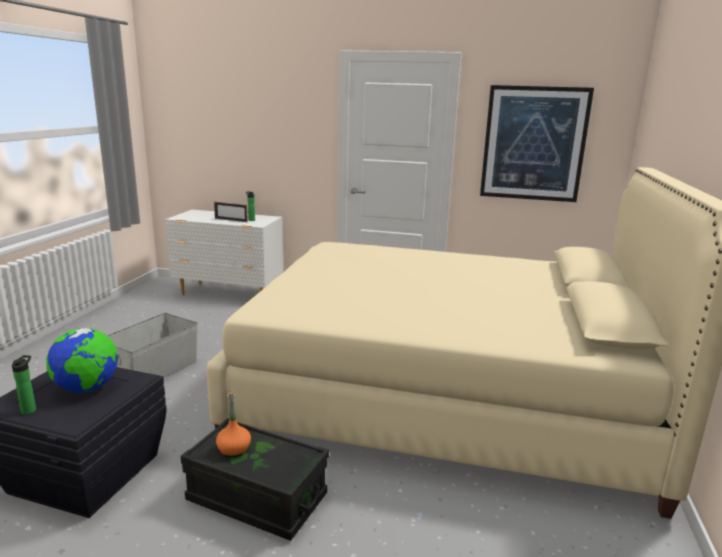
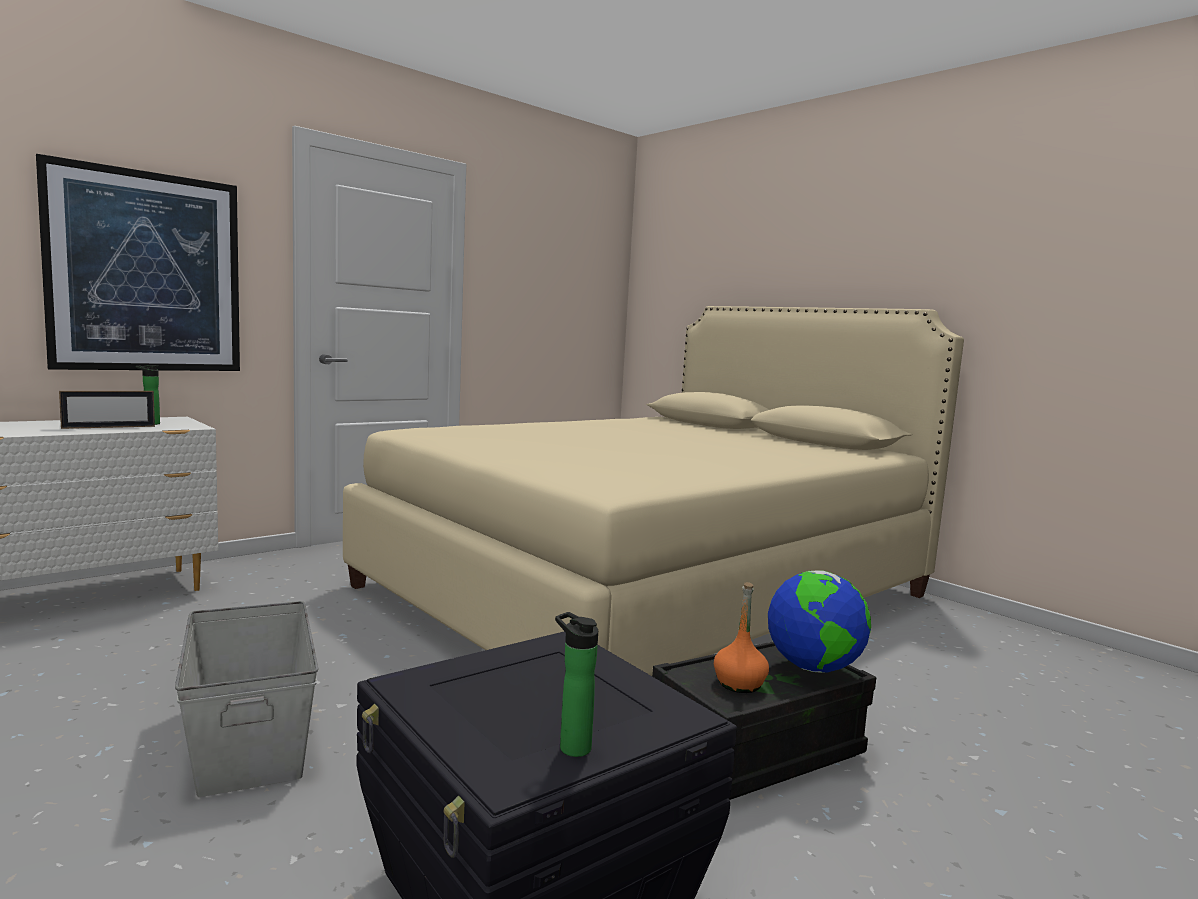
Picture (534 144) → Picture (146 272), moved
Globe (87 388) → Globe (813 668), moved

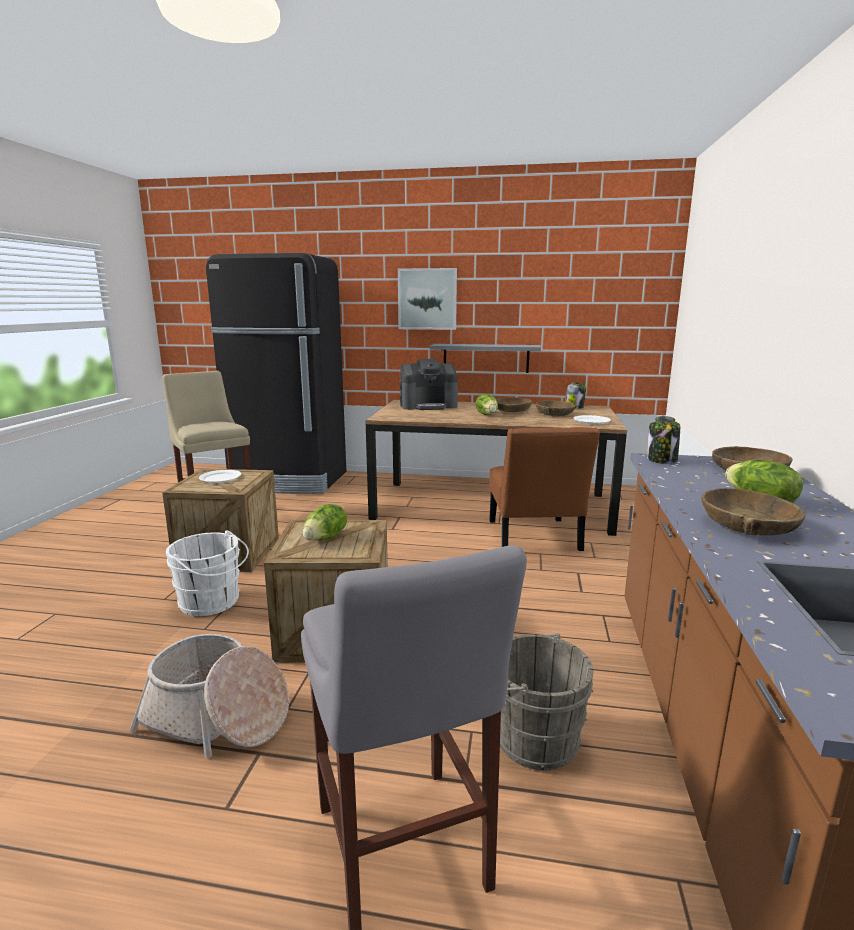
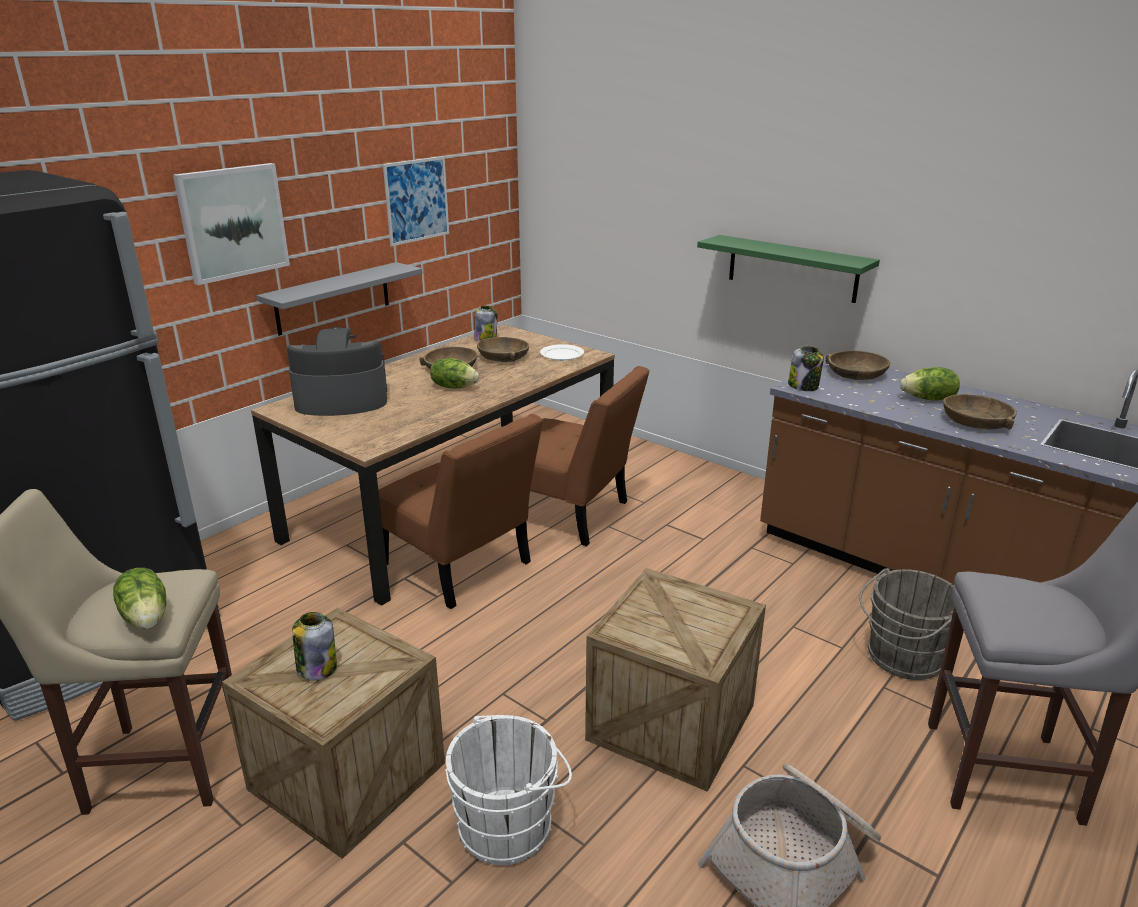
Lettuce (326 537) → Lettuce (147 617), moved
CoffeeMachine (428 405) → CoffeeMachine (341 400), 120 degrees counterclockwise
WhitePlate (220 478) → Jar (316 667)
- → BrownChair (460 568)
- → Picture (417 200)
- → GreenShelf (792 268)

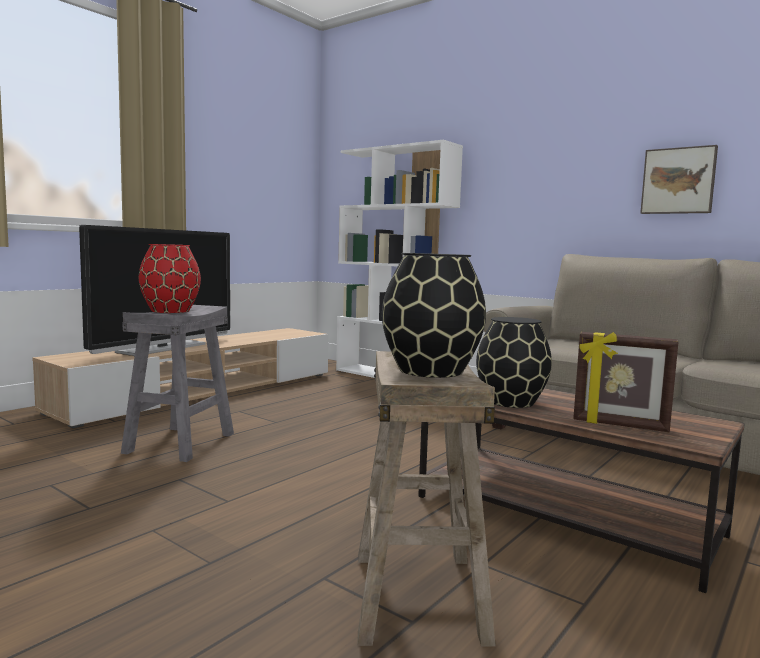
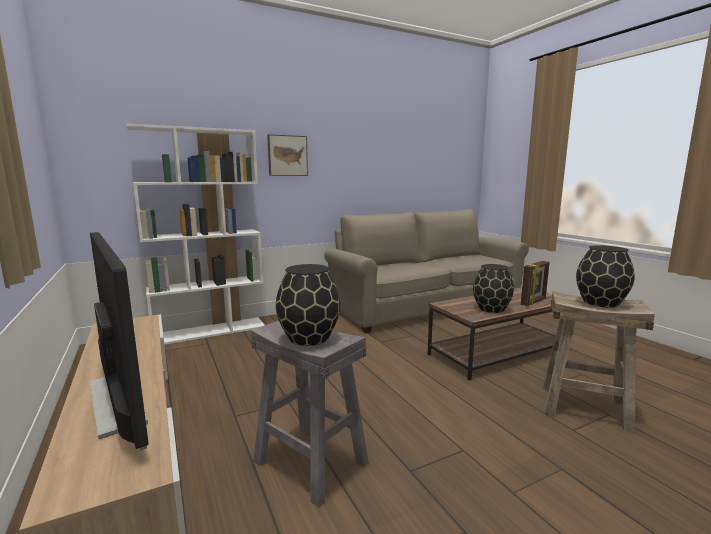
Picture (678 181) → Picture (287 156), moved
RedVase (170 311) → BlackVase (308 338)

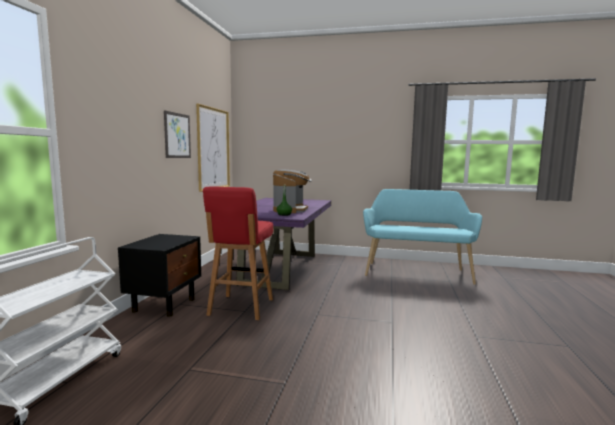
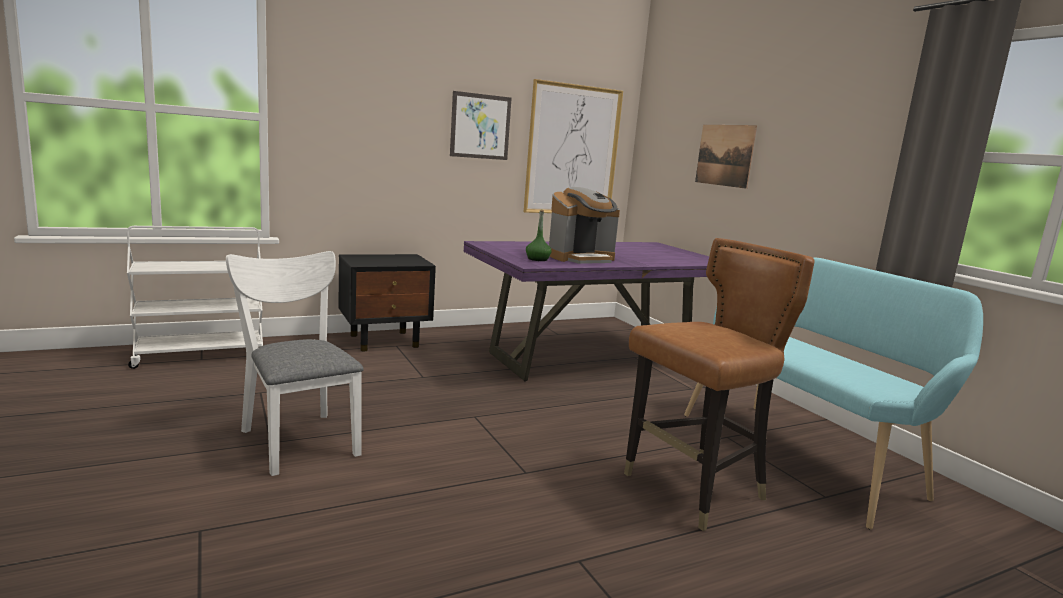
- → WhiteChair (297 438)
- → BrownChair (695 490)
- → Picture (724 155)
RedStool (240 307) → -

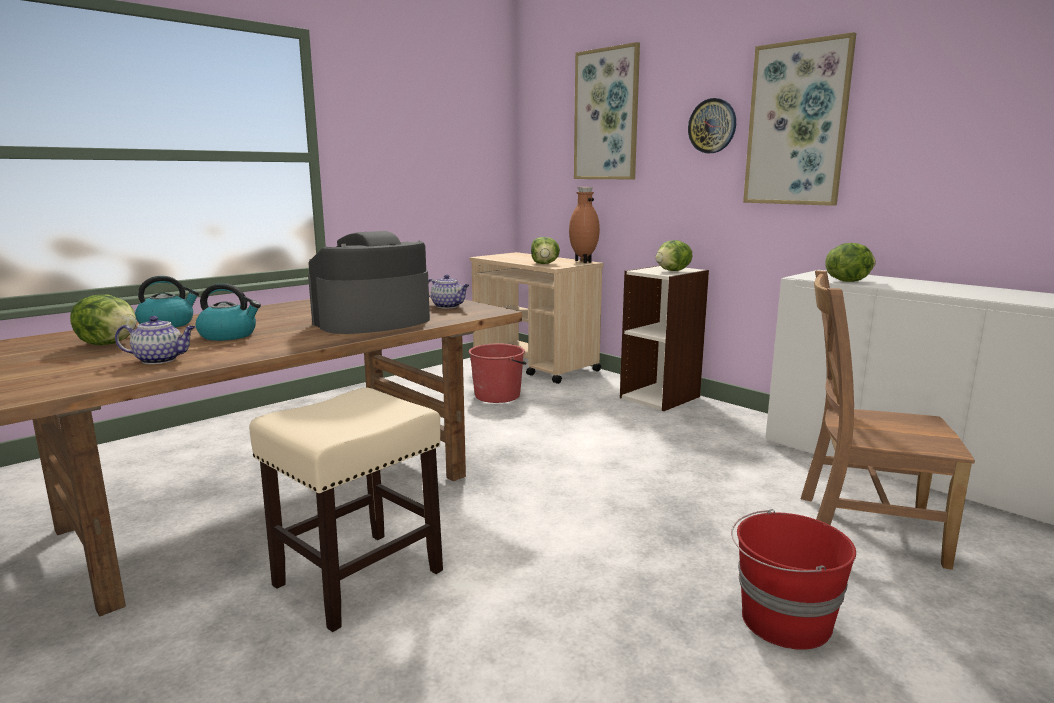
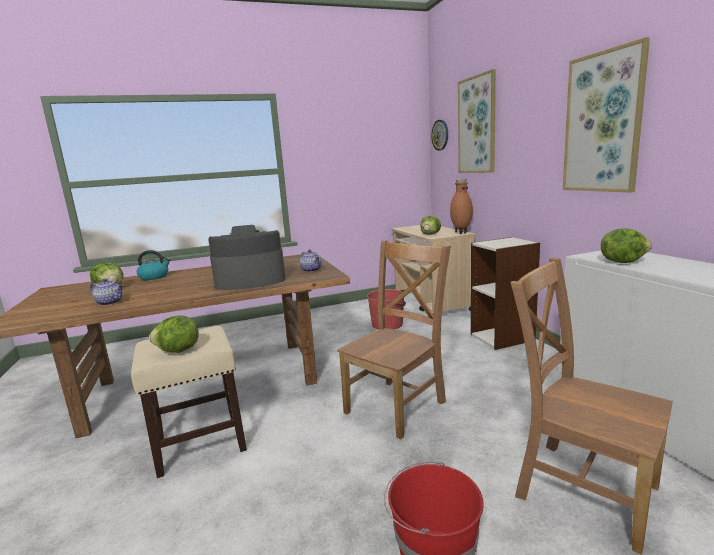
Lettuce (673 271) → Lettuce (178 351), moved
- → BrownChair (398 405)
WallClock (712 126) → WallClock (440 135), moved
Kettle (229 335) → -

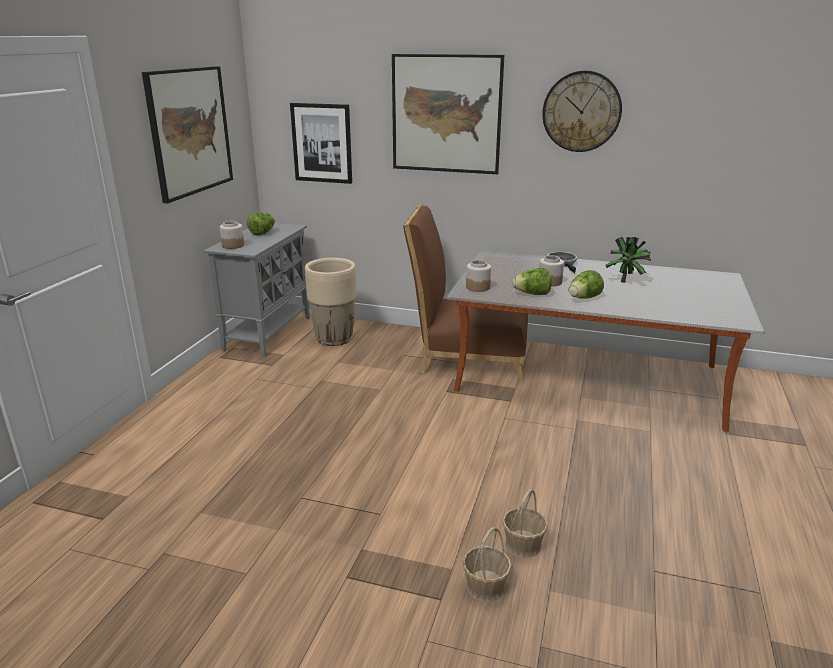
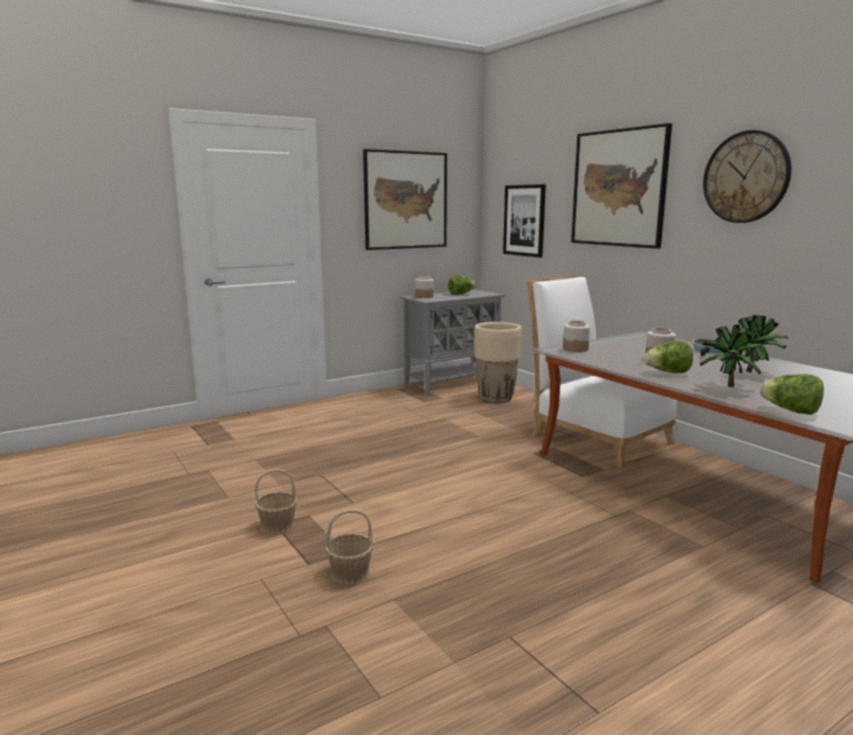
Basket (523 544) → Basket (278 525), moved
BrownChair (467 356) → WhiteChair (594 437)
- → PottedPlant (728 387)
Lettuce (532 294) → Lettuce (791 411), moved

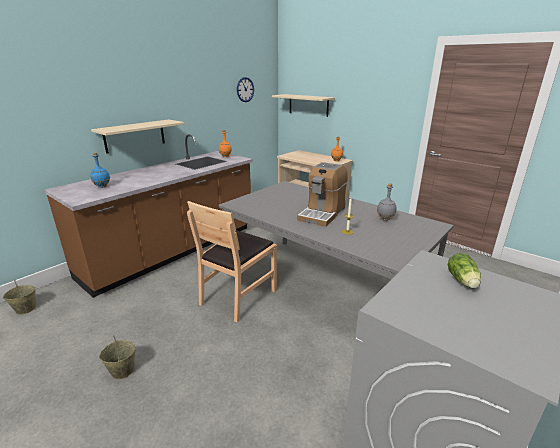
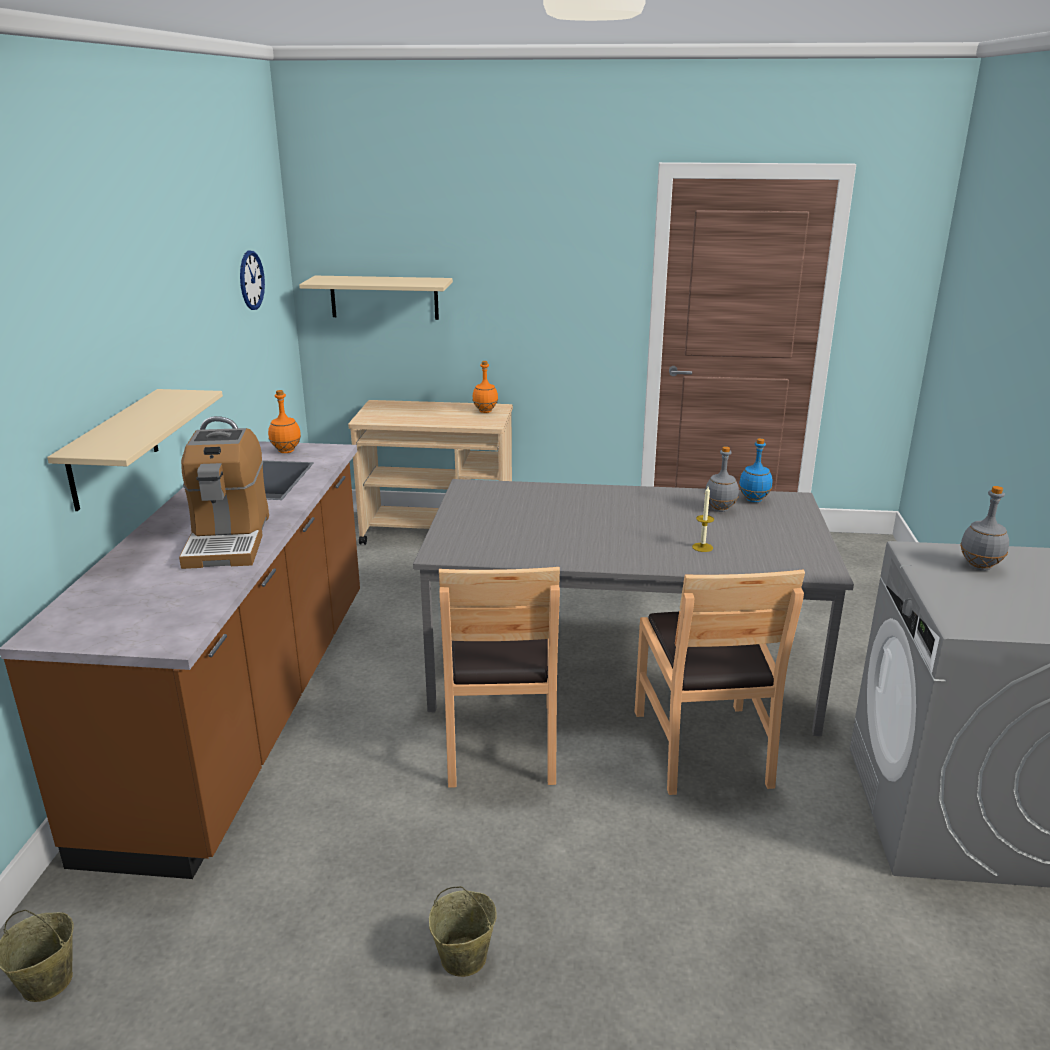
CoffeeMachine (322 213) → CoffeeMachine (228 540), moved
- → BrownChair (703 747)
BlueBottle (102 186) → BlueBottle (753 500), moved
Lettuce (463 281) → GreyBottle (979 566)

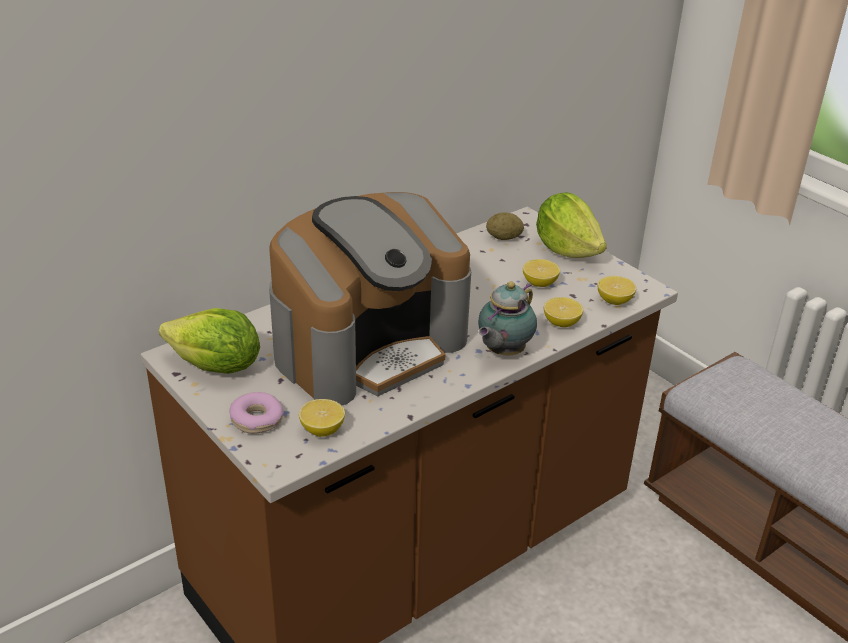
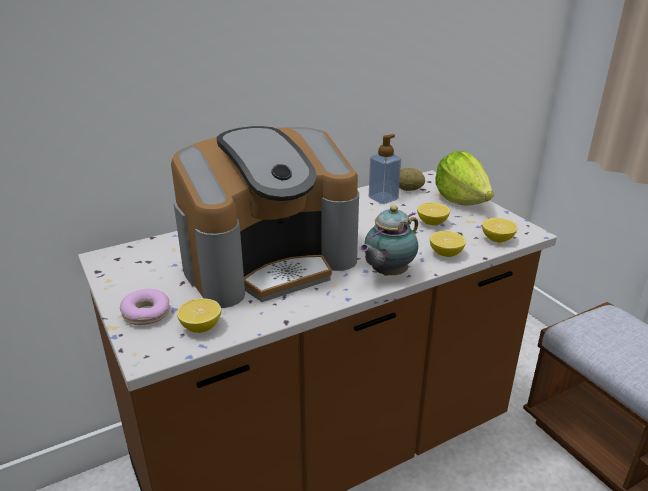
- → SoapDispenser (383 198)
Lettuce (216 367) → -

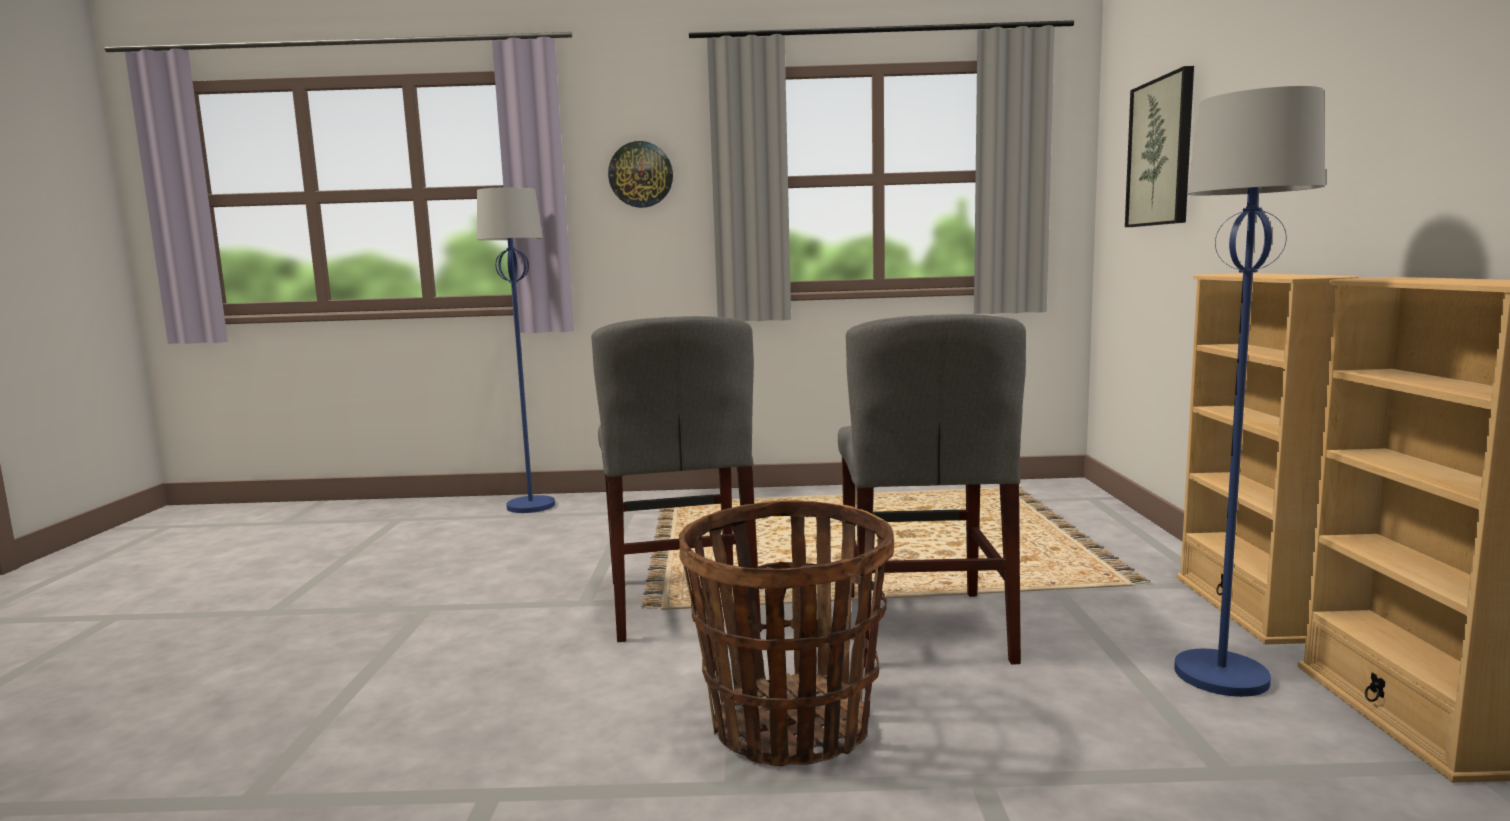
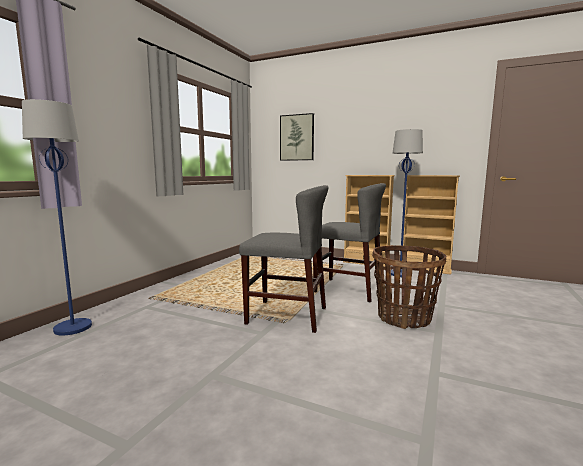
WallClock (641 174) → -

